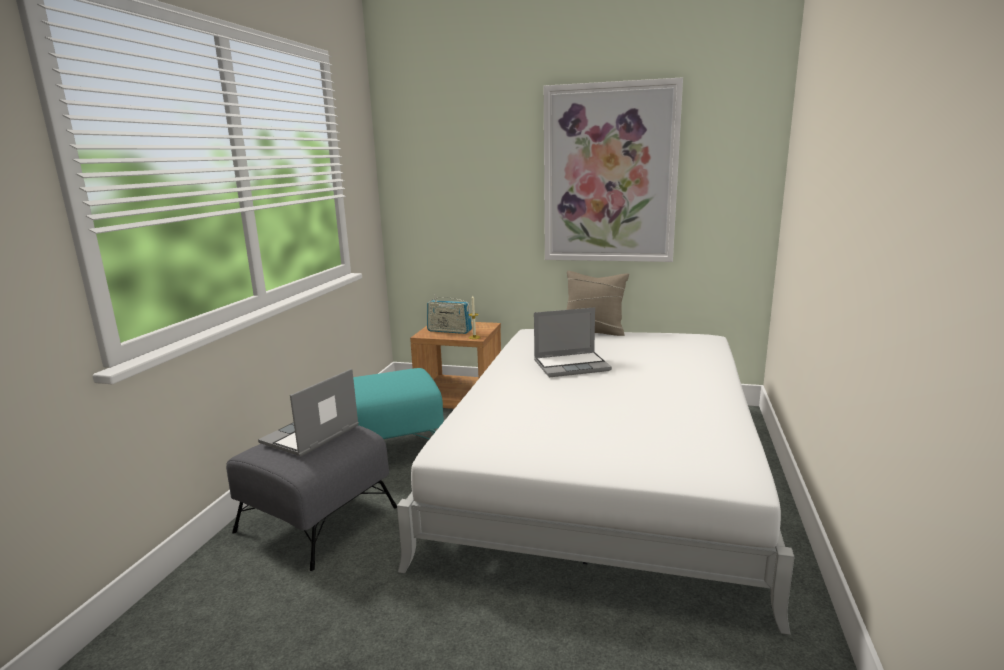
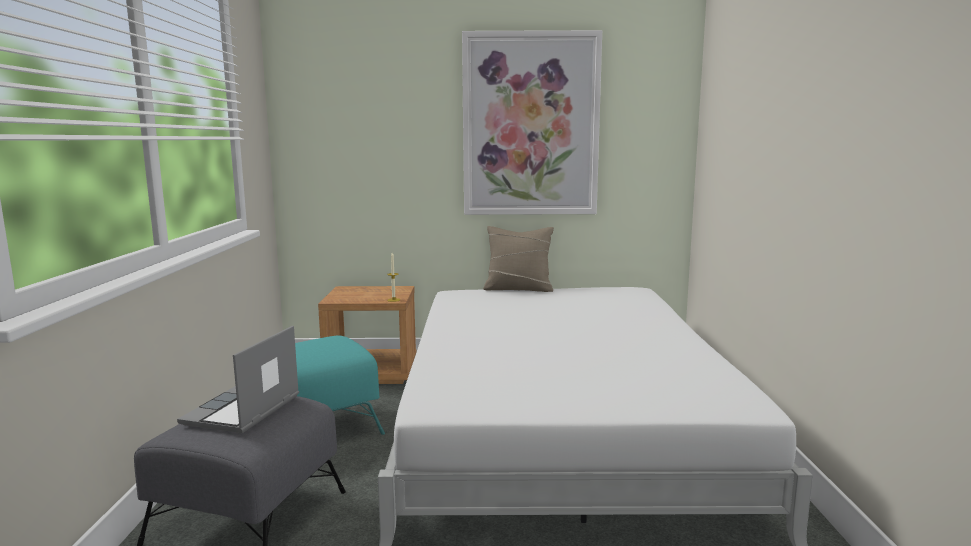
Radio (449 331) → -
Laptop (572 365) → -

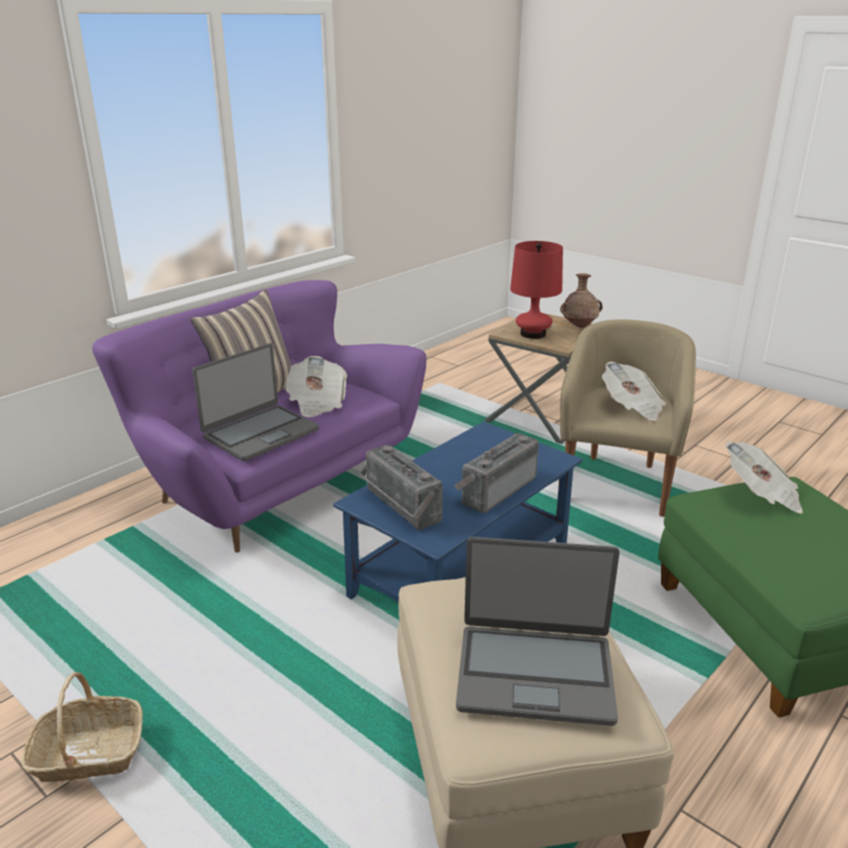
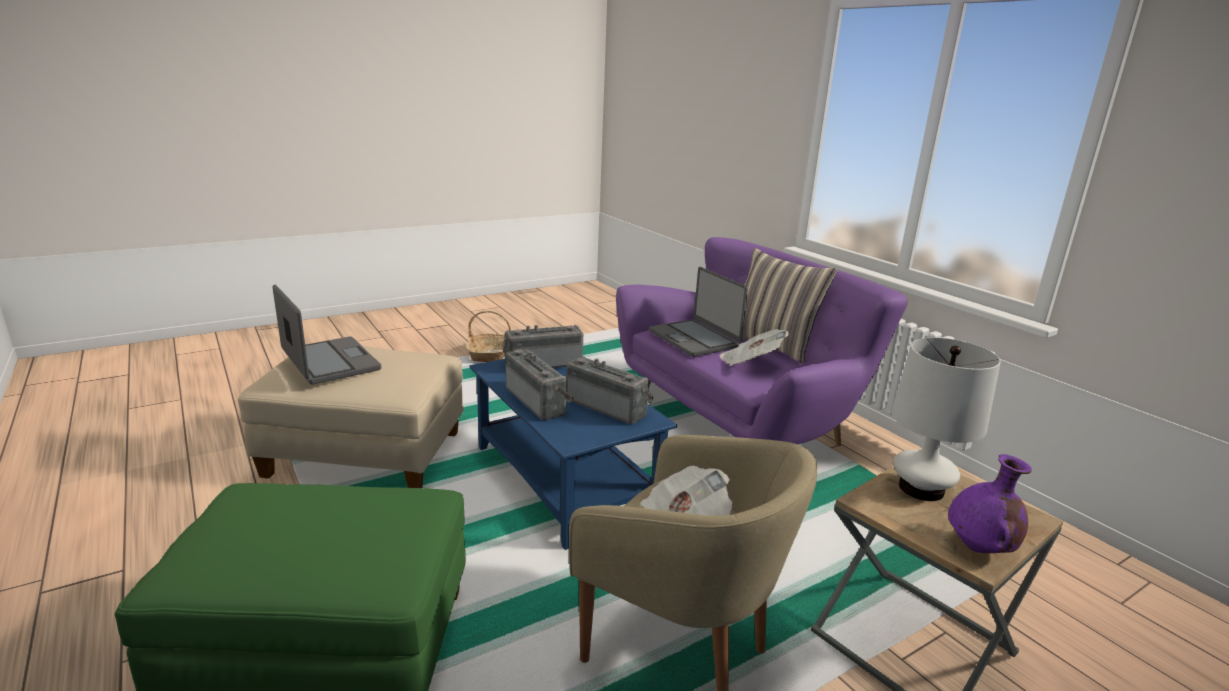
Laptop (535 673) → Laptop (329 362), 120 degrees clockwise
- → Radio (608 406)
RedTableLamp (533 334) → WhiteTableLamp (921 489)
BrownVase (580 326) → PurpleVase (979 549)
Newspaper (761 495) → -

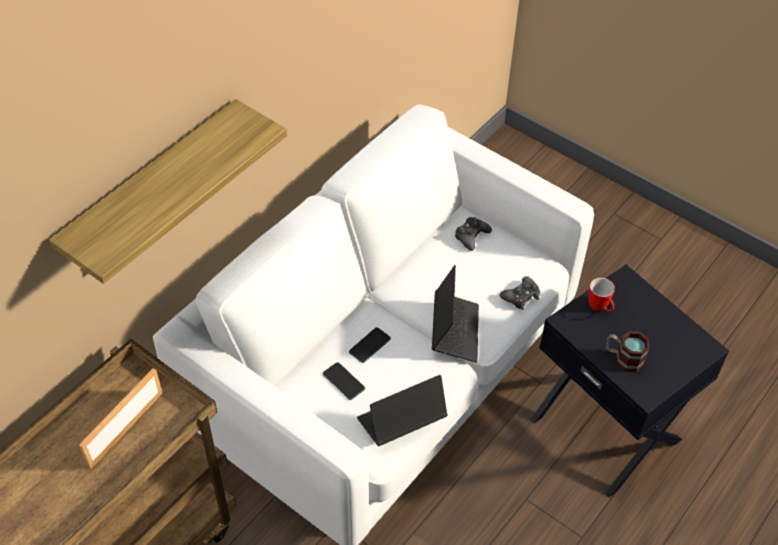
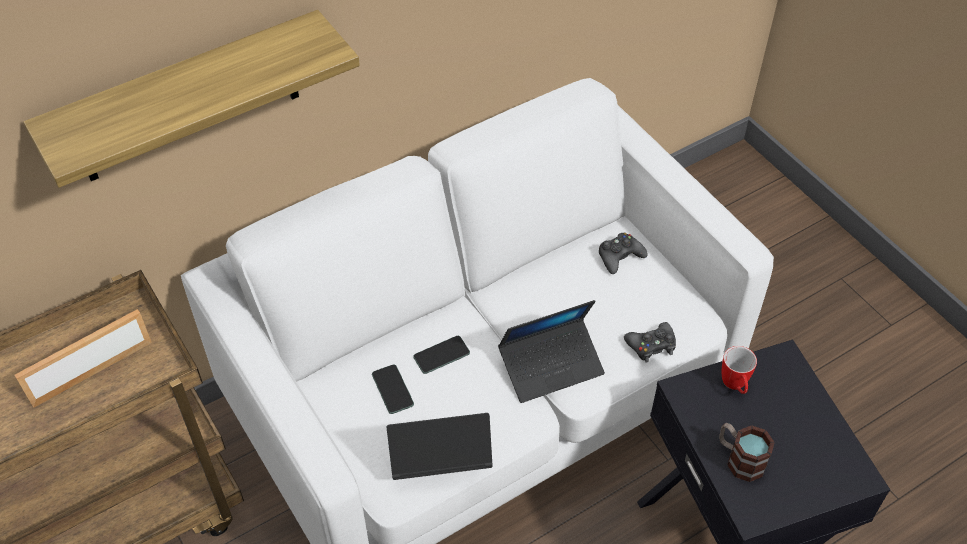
Laptop (454 331) → Laptop (551 366), 45 degrees clockwise

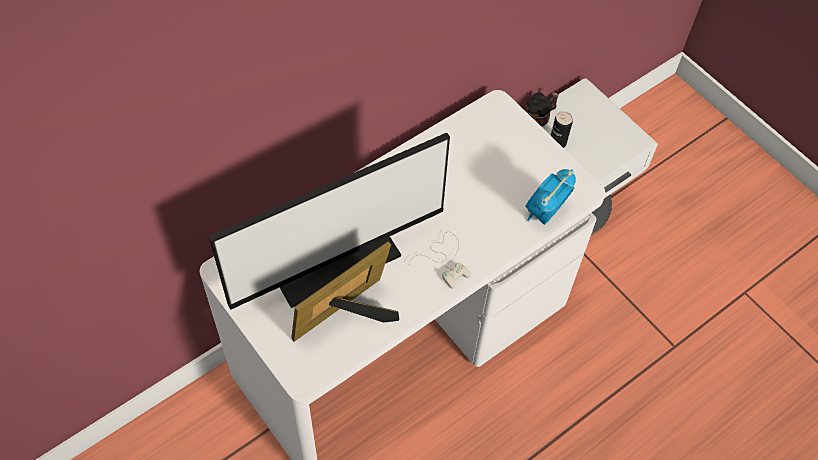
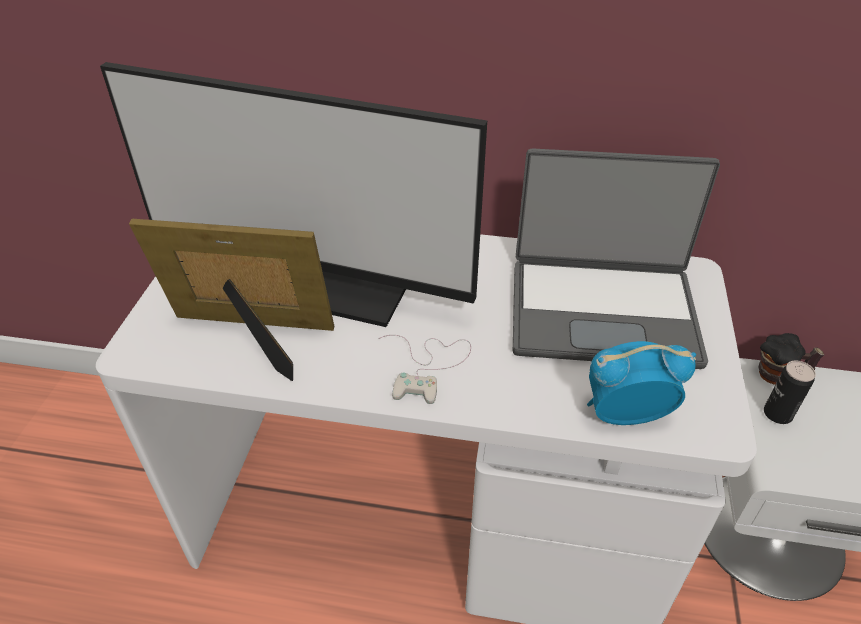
- → Laptop (602 311)

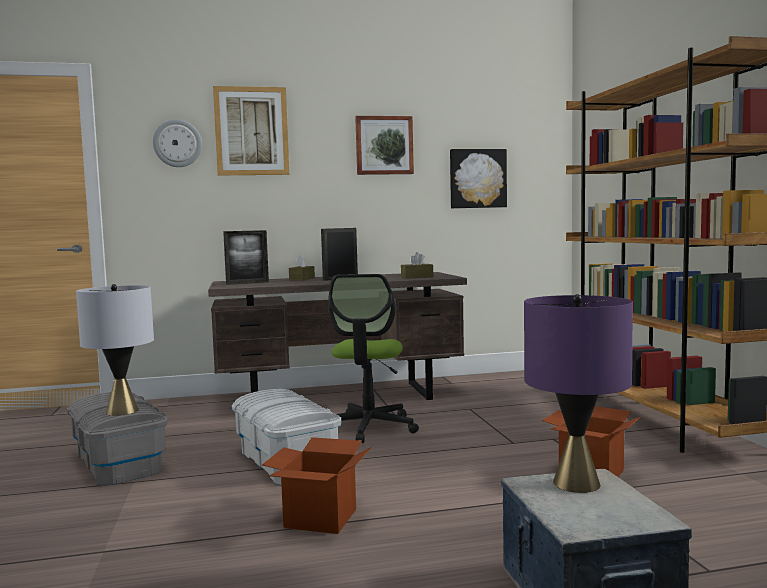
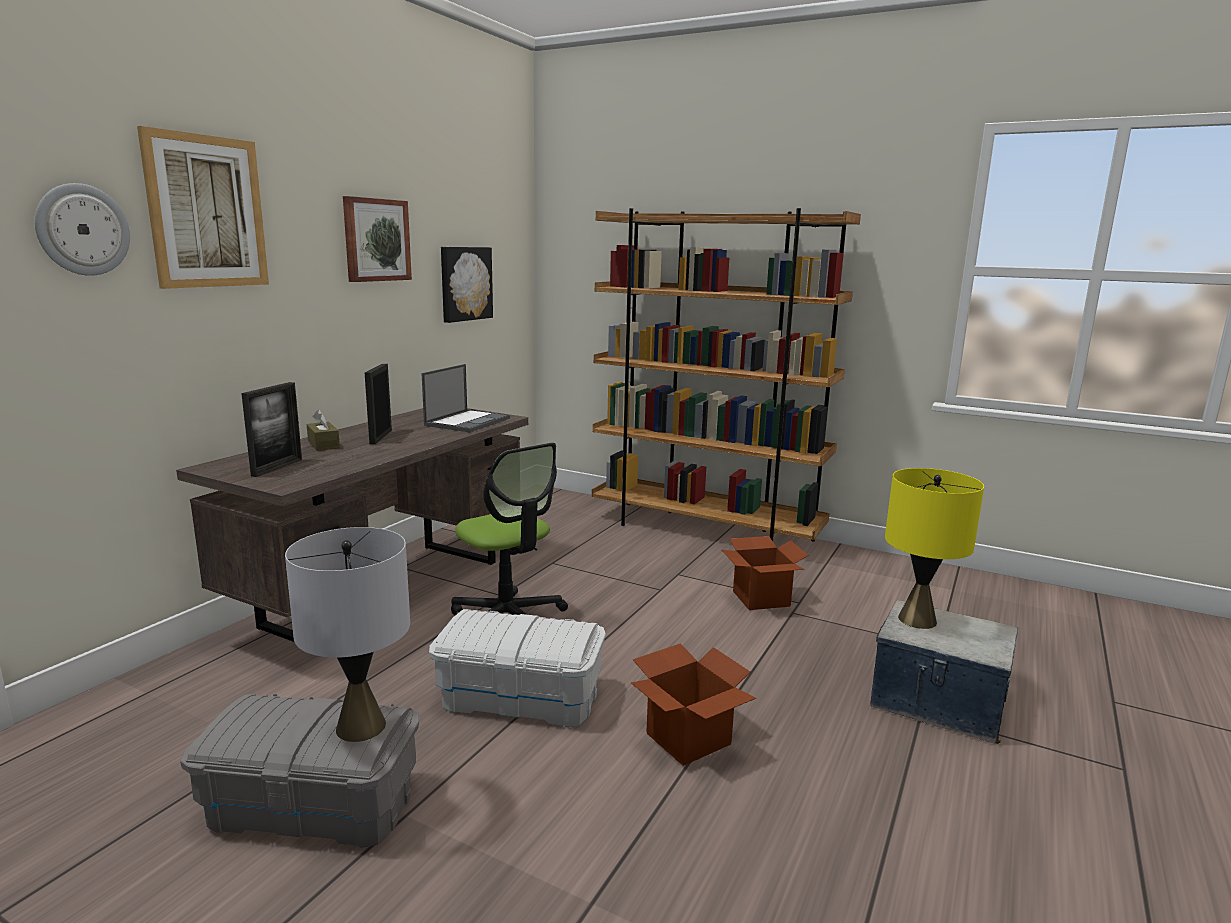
BrownTissueBox (417 277) → Laptop (468 421)
PurpleTableLamp (577 483) → YellowTableLamp (917 620)

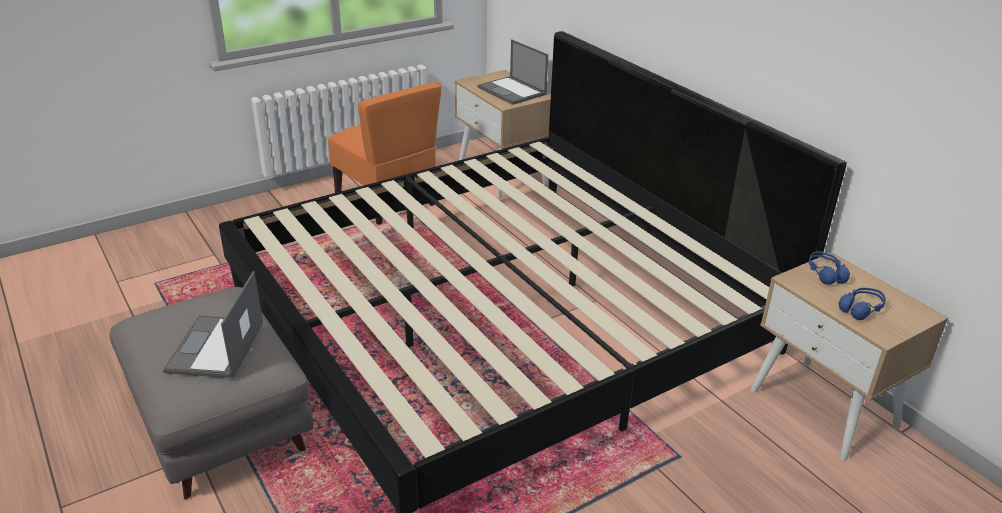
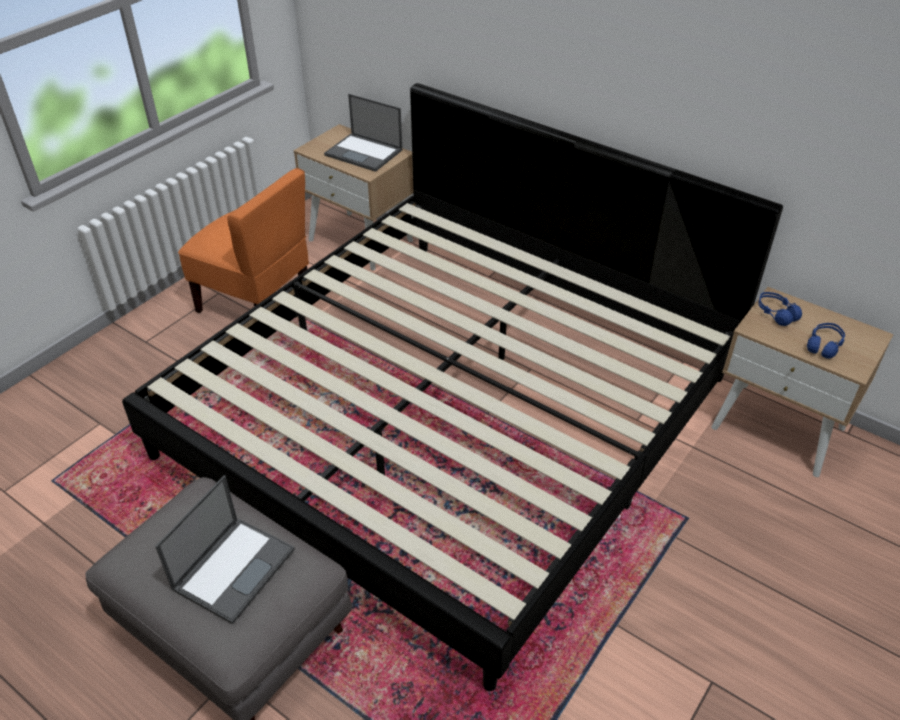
Laptop (215 348) → Laptop (234 568), 135 degrees counterclockwise

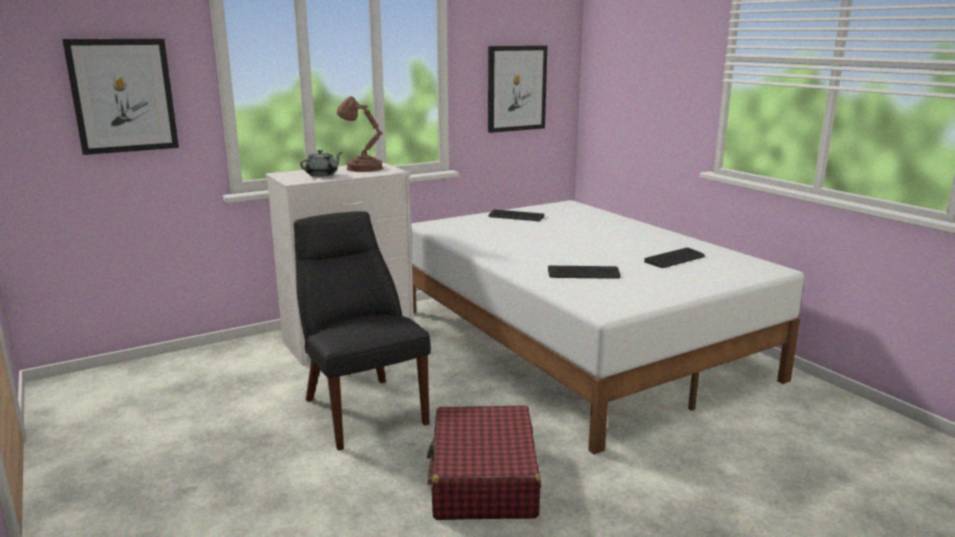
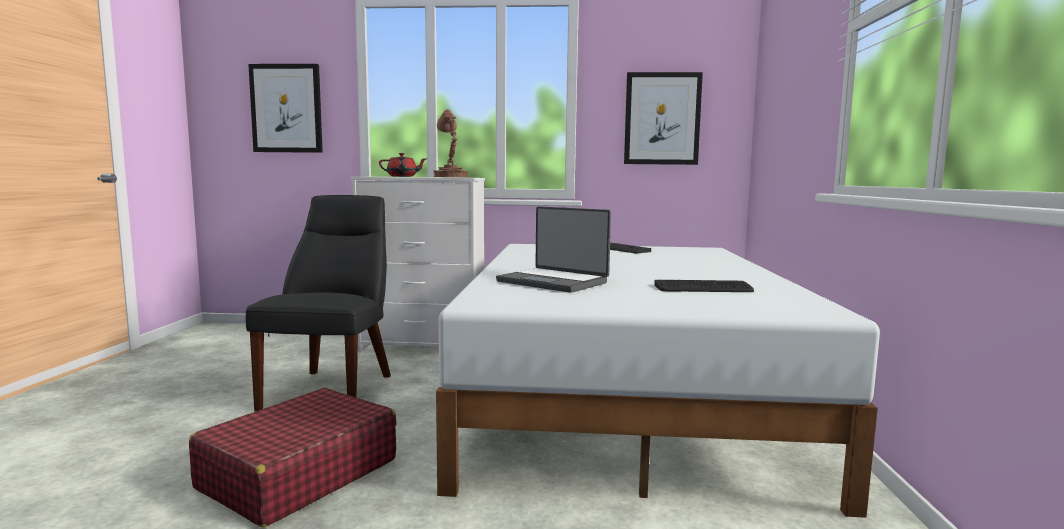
GreyTeapot (322 175) → RedTeapot (403 176)
Keyboard (583 273) → Laptop (554 282)

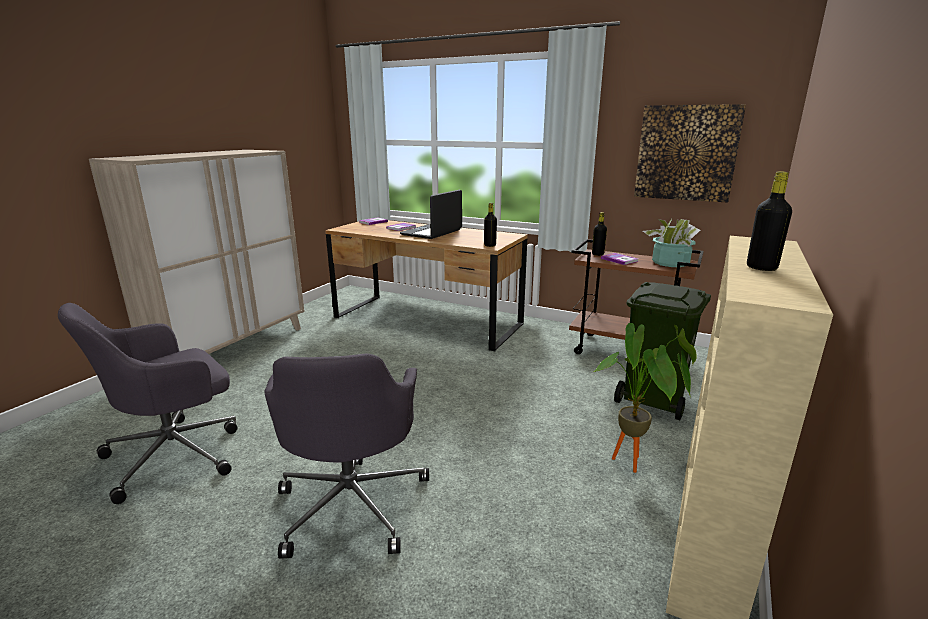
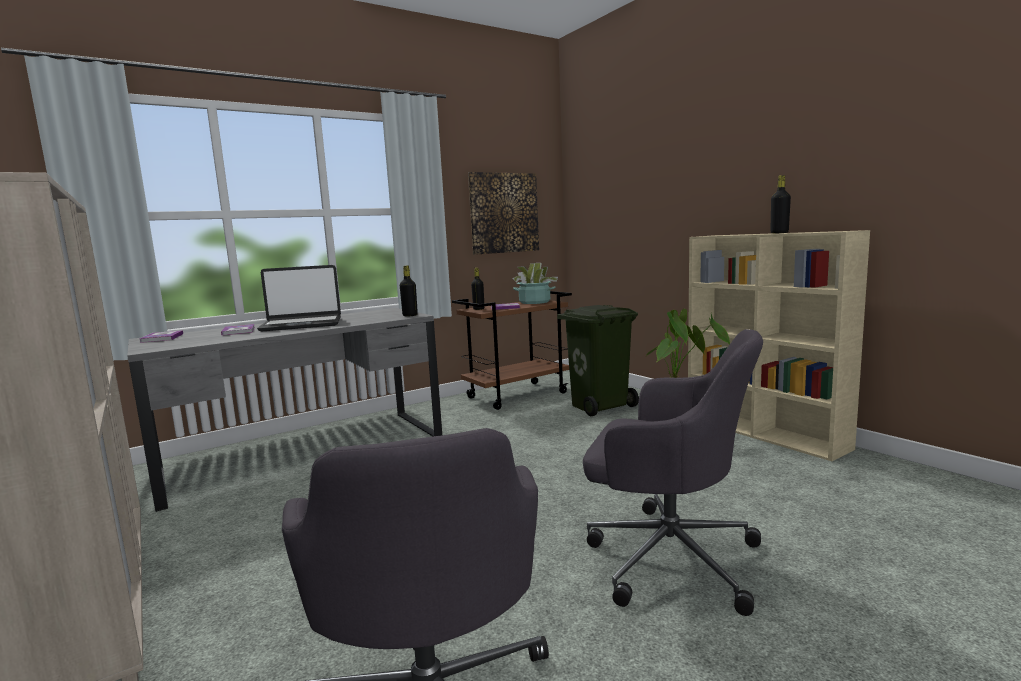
BrownDesk (426 320) → GreyDesk (304 453)
Laptop (432 232) → Laptop (302 324), 75 degrees counterclockwise

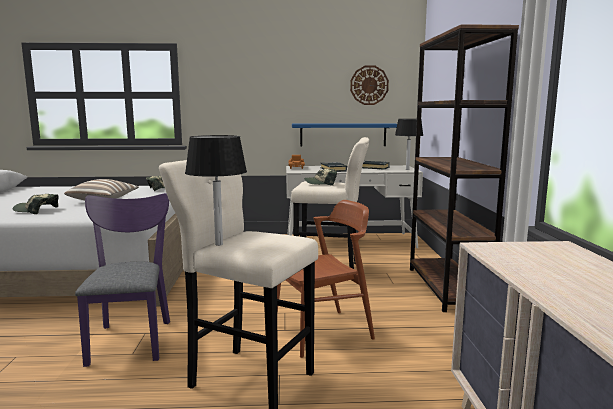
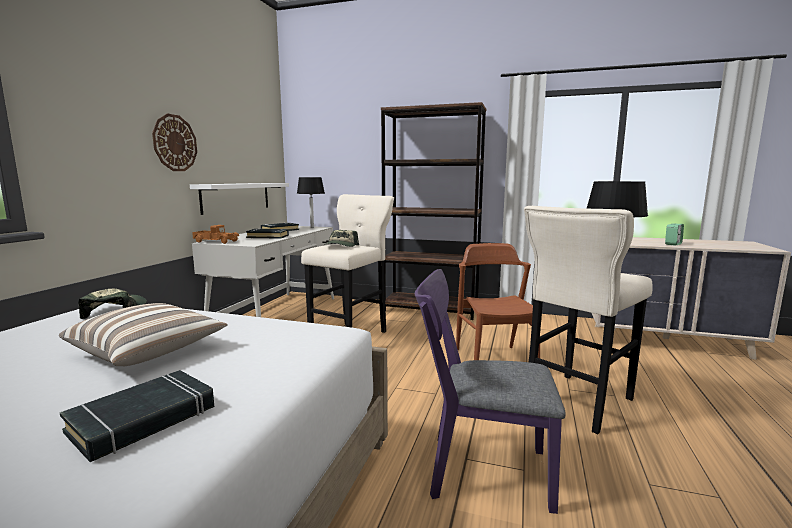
Cap (36 210) → BlackBook (143 420)
WallClock (369 85) → WallClock (175 143), moved
BlueShelf (343 134) → WhiteShelf (236 197)
- → AlarmClock (673 244)

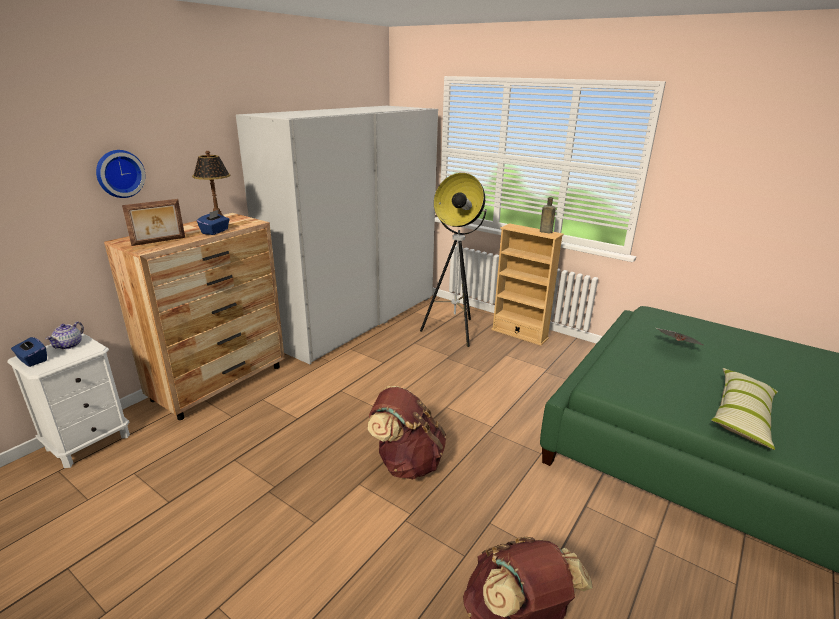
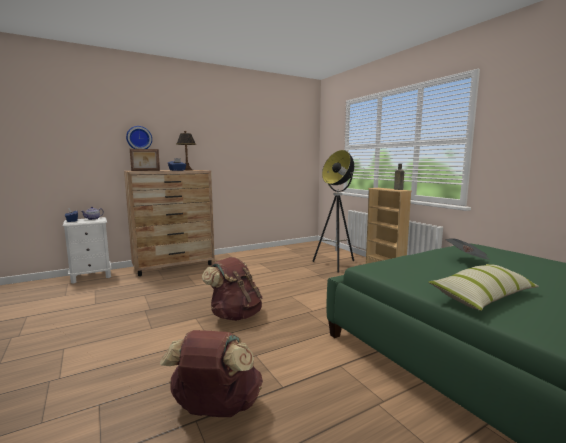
WhiteWardrobe (356 318) → -

